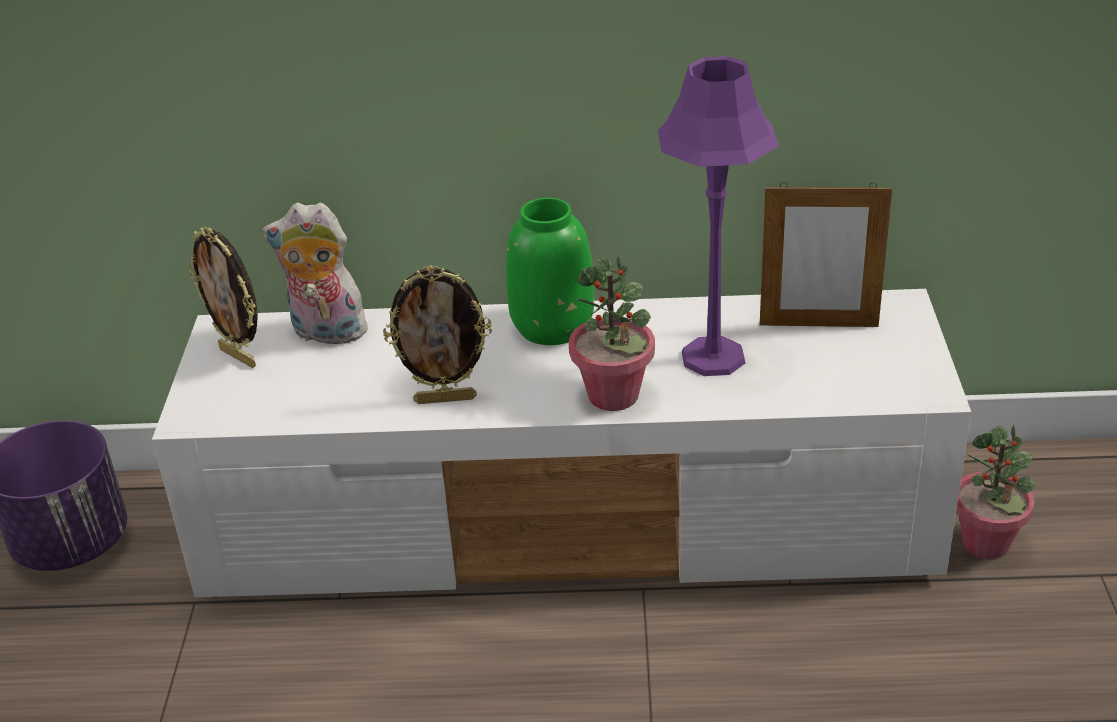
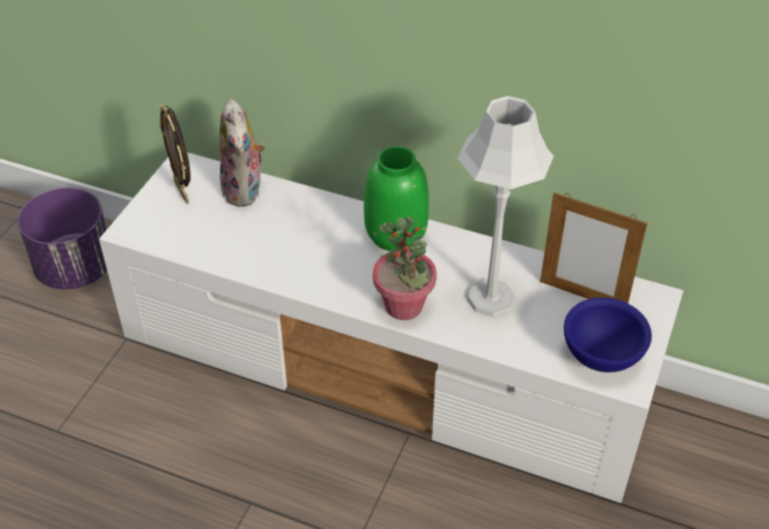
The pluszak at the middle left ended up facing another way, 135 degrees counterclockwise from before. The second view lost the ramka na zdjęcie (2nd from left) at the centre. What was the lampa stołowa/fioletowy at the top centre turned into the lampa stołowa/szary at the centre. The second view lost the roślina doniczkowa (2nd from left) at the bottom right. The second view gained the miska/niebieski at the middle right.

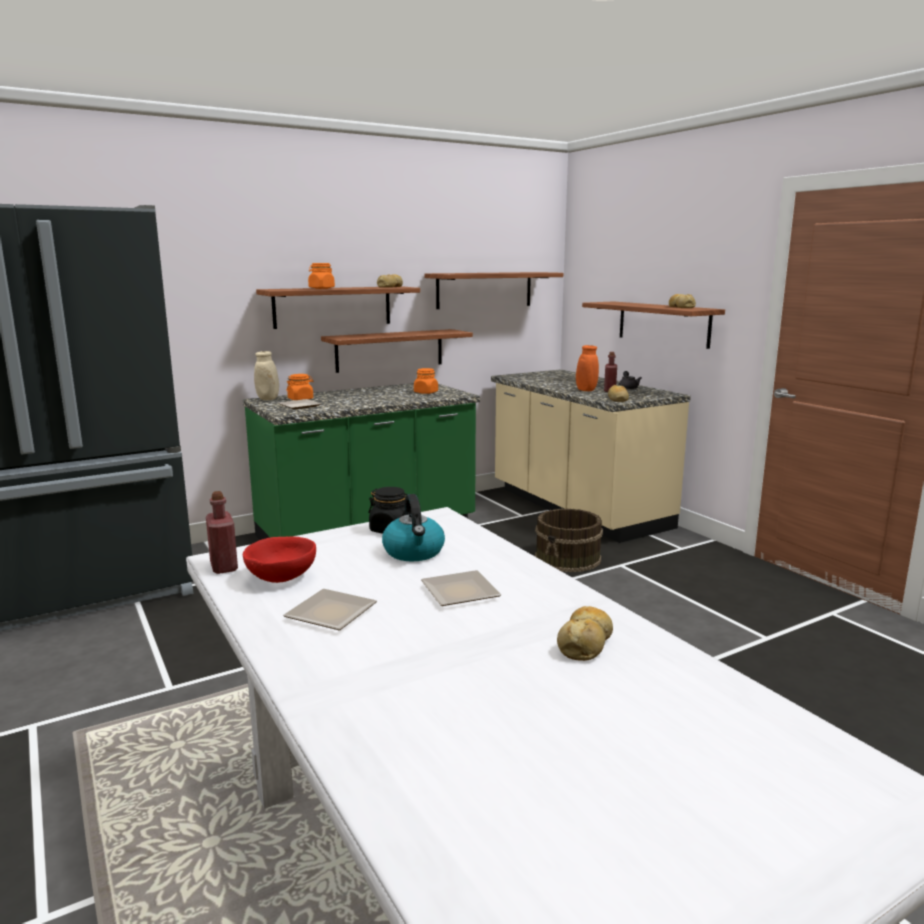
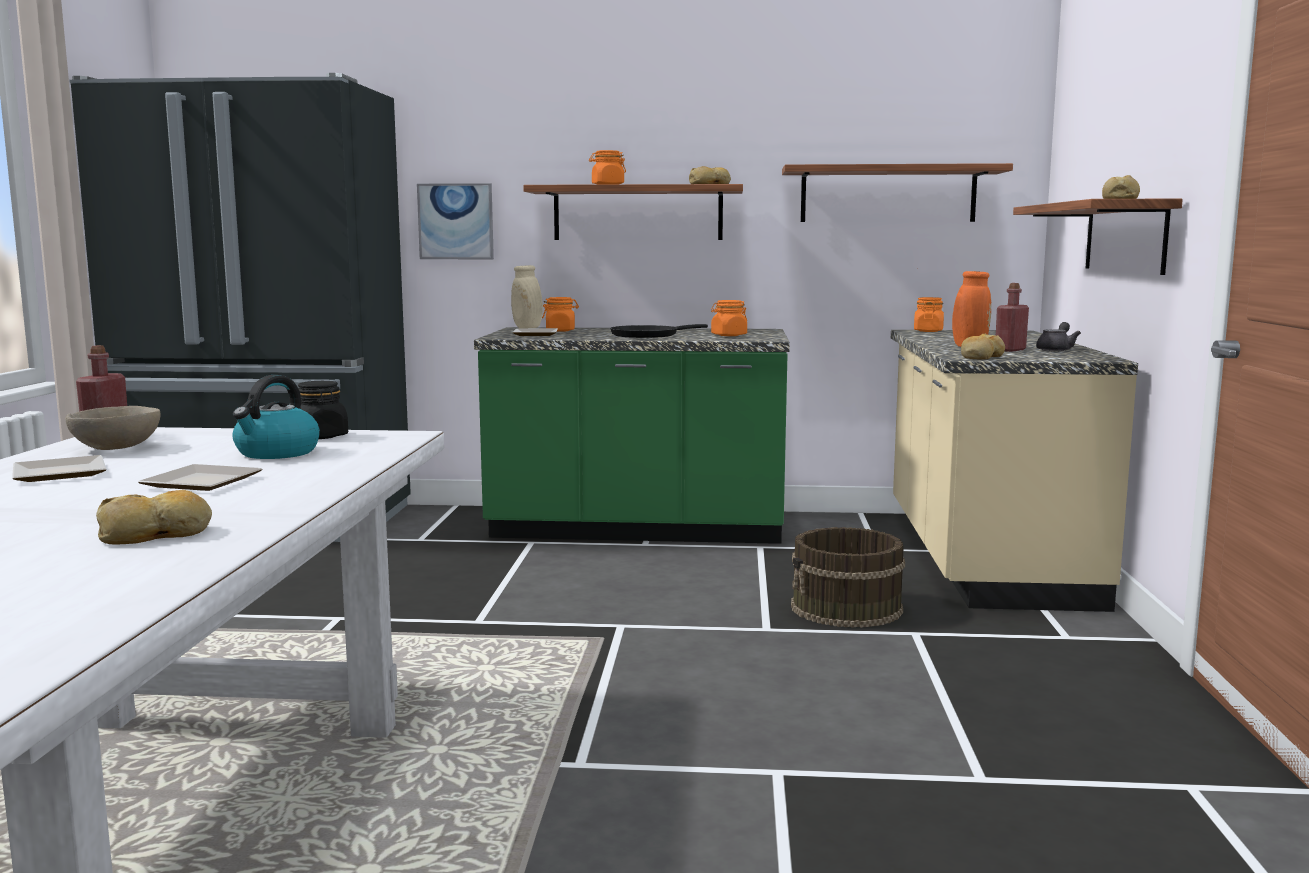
What was the miska/czerwony at the middle left turned into the miska/beżowy at the middle left. The second view lost the półka (2nd from left) at the centre. The second view gained the obraz at the top centre. The second view gained the patelnia/czarny at the centre. The second view gained the słoik/pomarańczowy (4th from left) at the middle right.

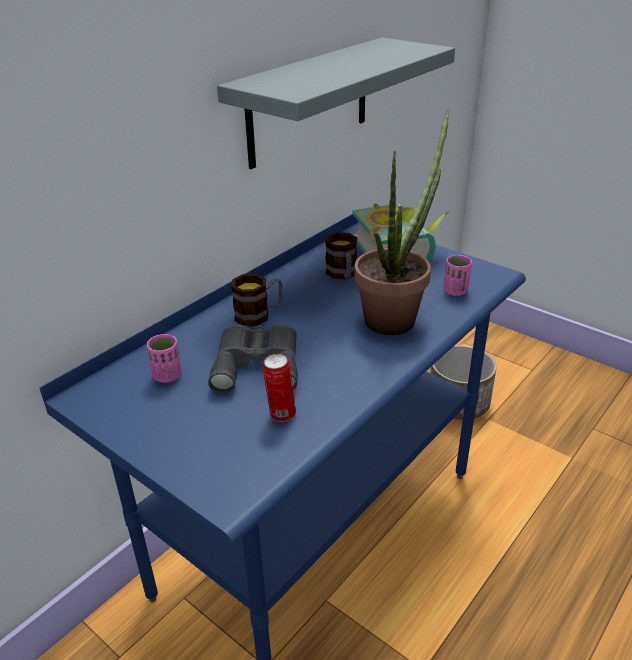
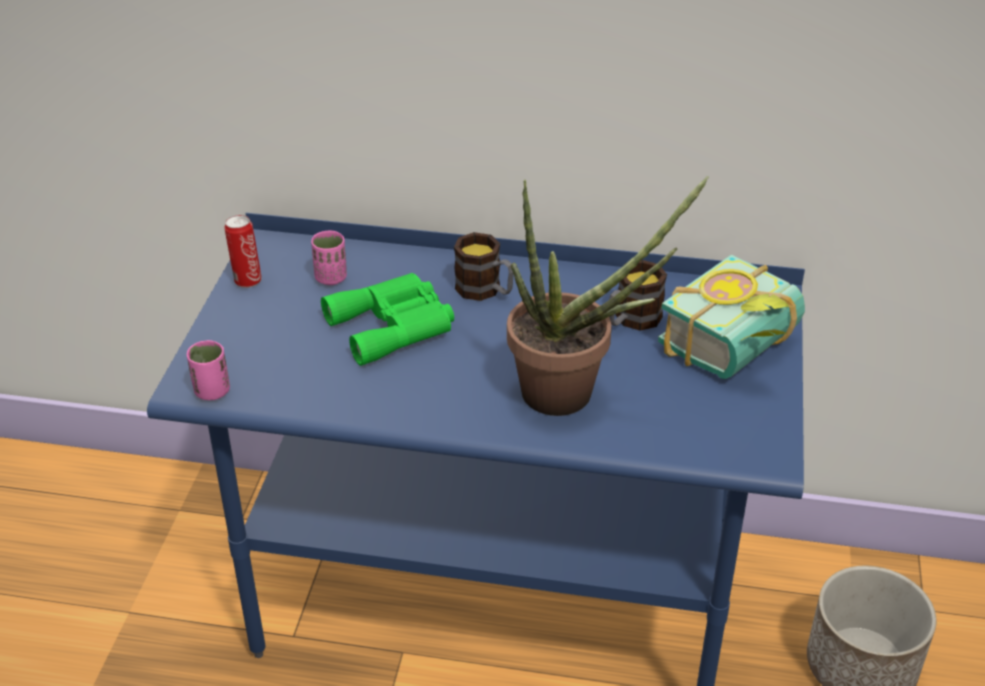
What was the lornetka/szary at the centre turned into the lornetka/zielony at the centre. The second view lost the półka/szary at the top centre. The puszka ended up elsewhere, having gone from the centre to the middle left. The filiżanka/różowy (2nd from left in the first image) ended up elsewhere, having gone from the middle right to the middle left.

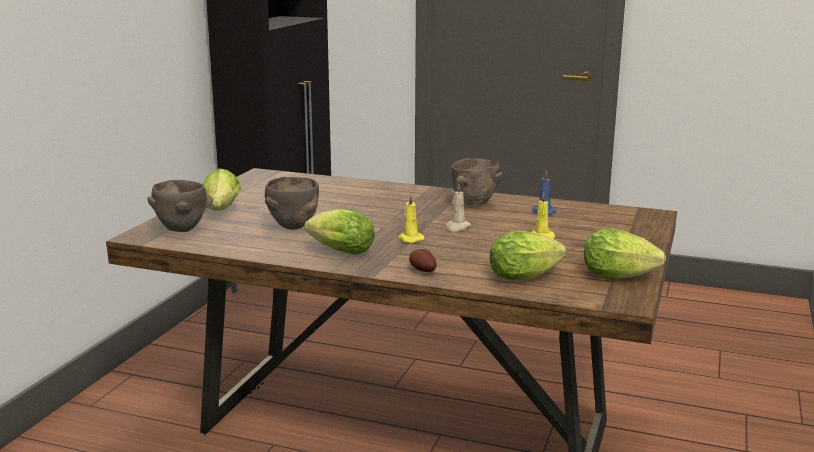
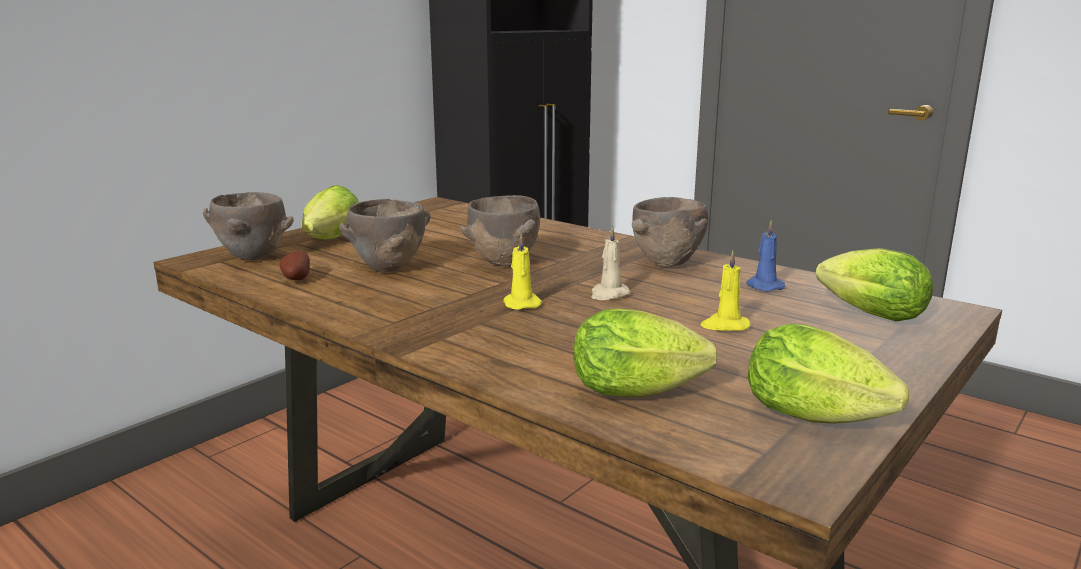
The sałata (2nd from left in the first image) ended up elsewhere, having gone from the centre to the middle right. The ziemniak ended up elsewhere, having gone from the centre to the middle left. The second view gained the miska/brązowy (3rd from left) at the centre.

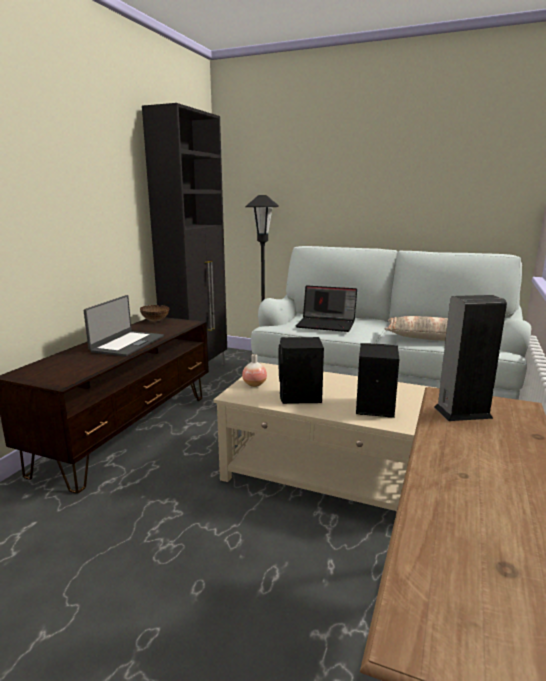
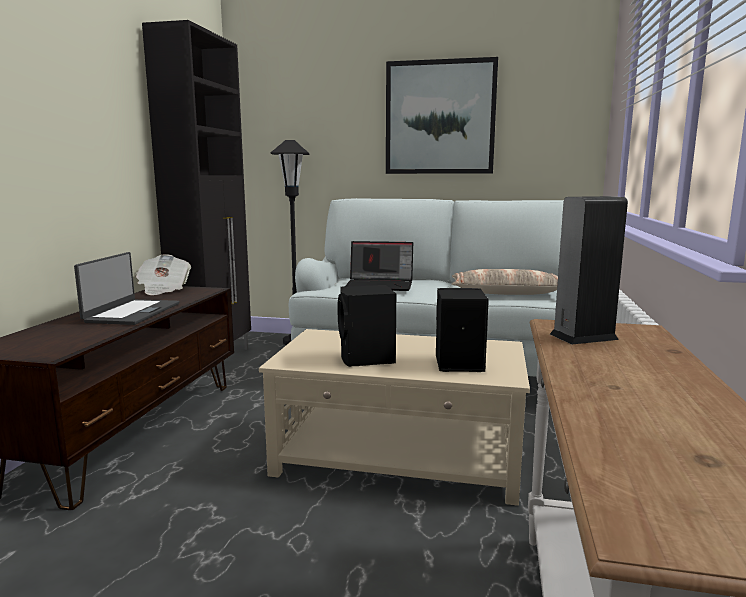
Where the miska stood at the middle left, the gazeta came to stand at the middle left. The second view lost the wazon at the centre. The second view gained the obraz at the top centre.

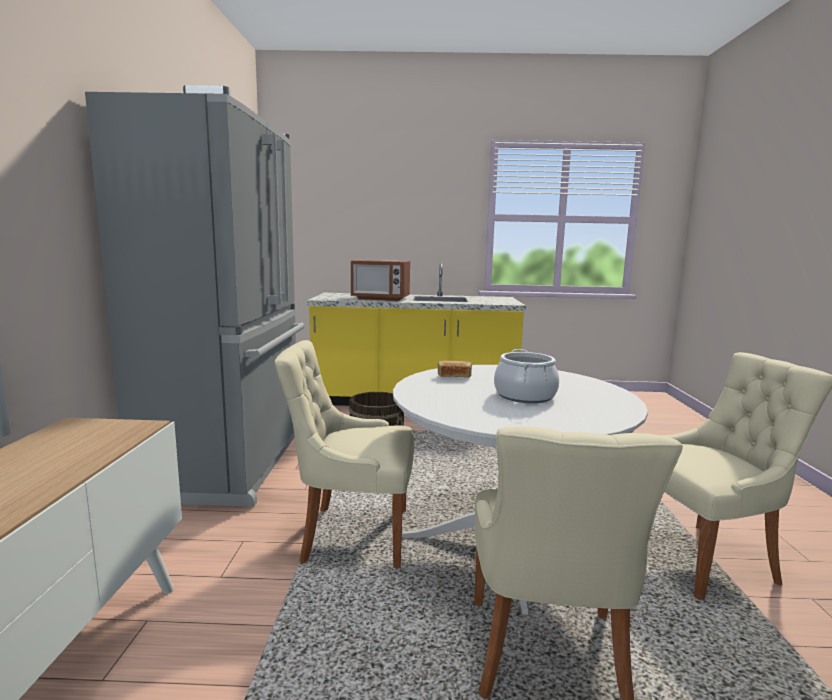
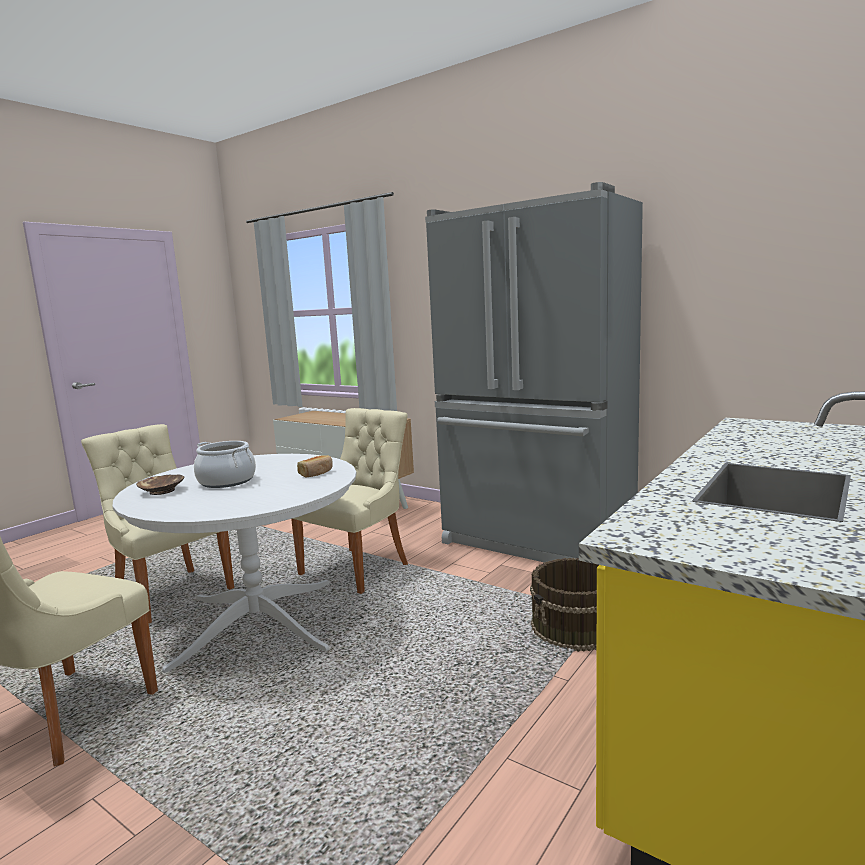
The second view lost the mikrofalówka at the centre. The second view gained the miska/brązowy at the middle left.

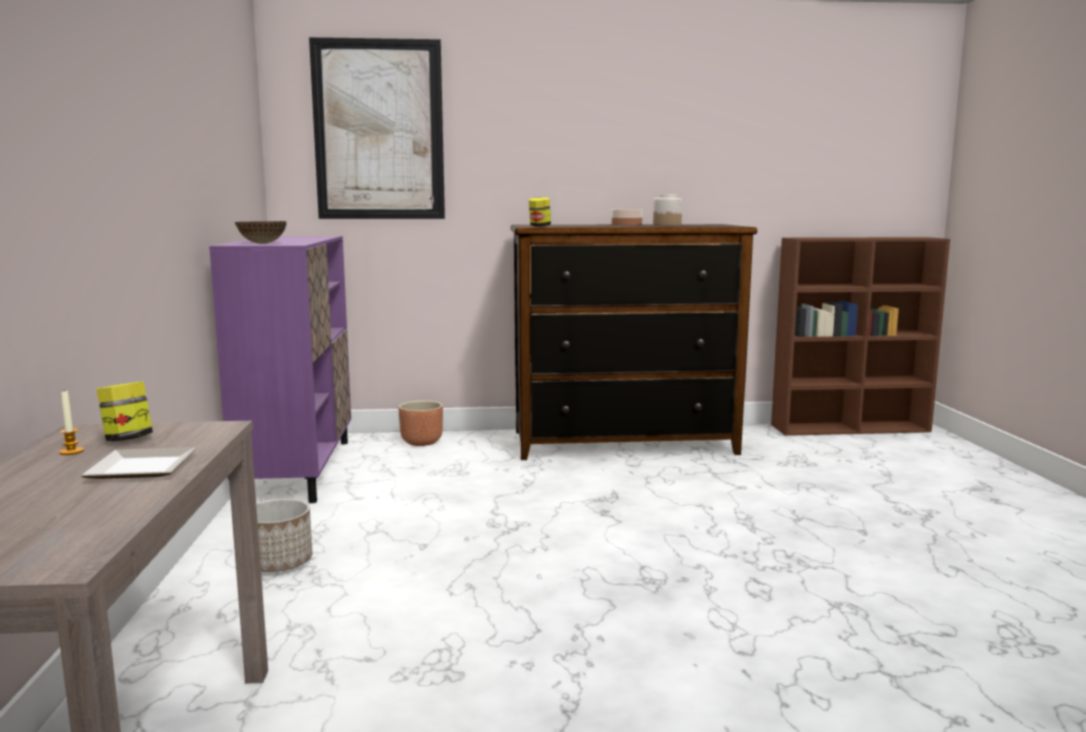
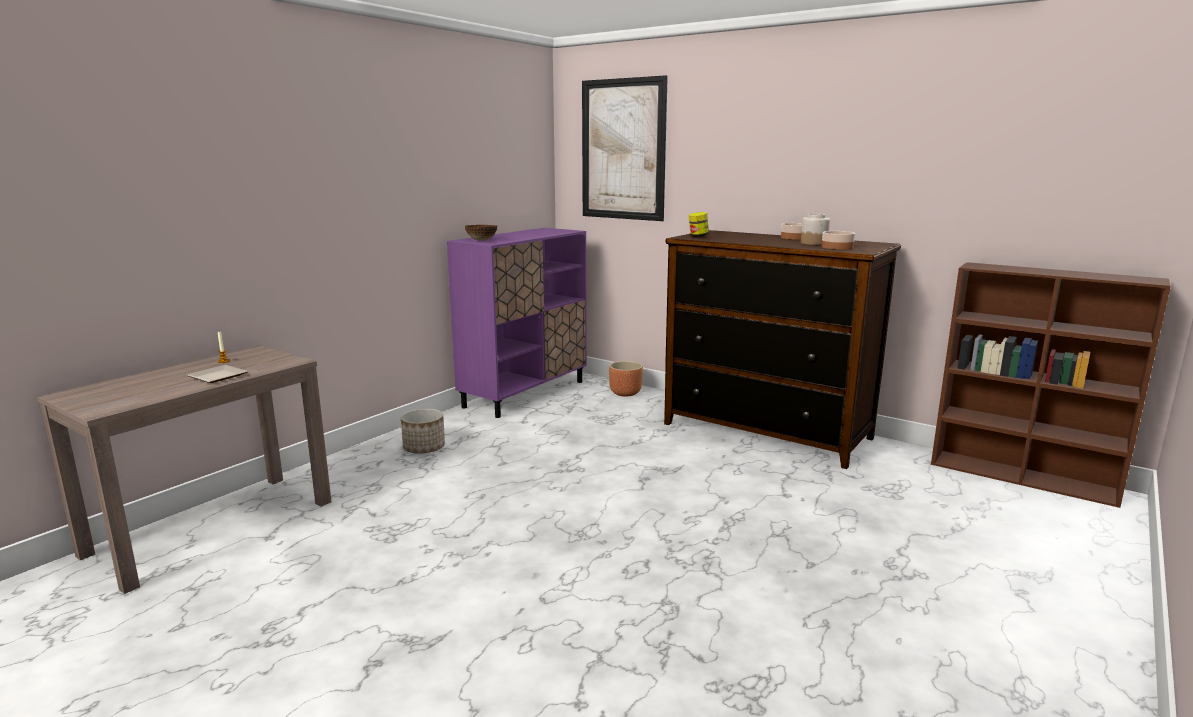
The second view lost the słoik (1st from left) at the middle left. The second view gained the miska (3rd from left) at the middle right.

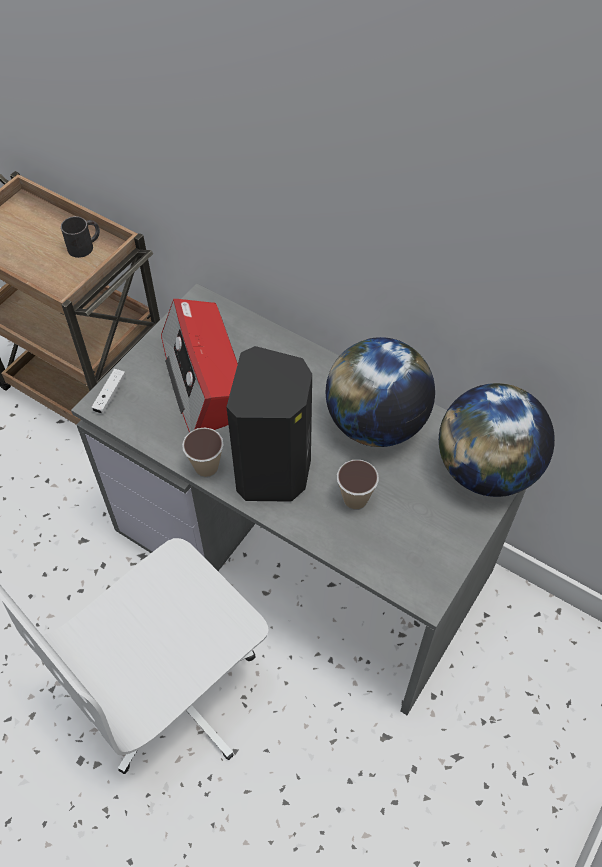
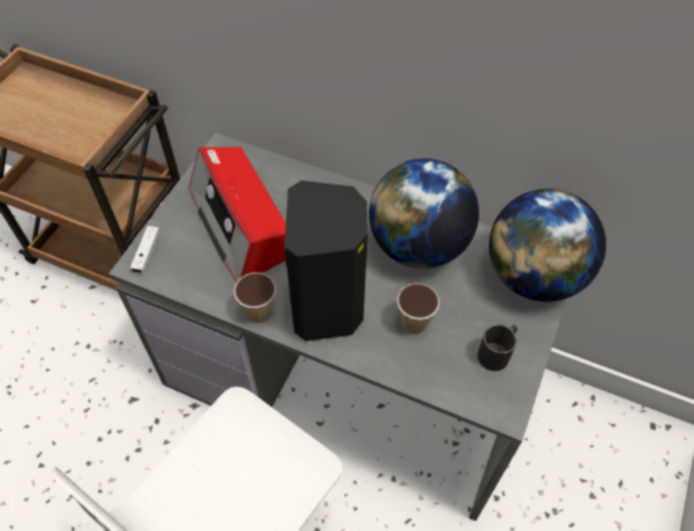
The kubek/czarny ended up elsewhere, having gone from the top left to the middle right.

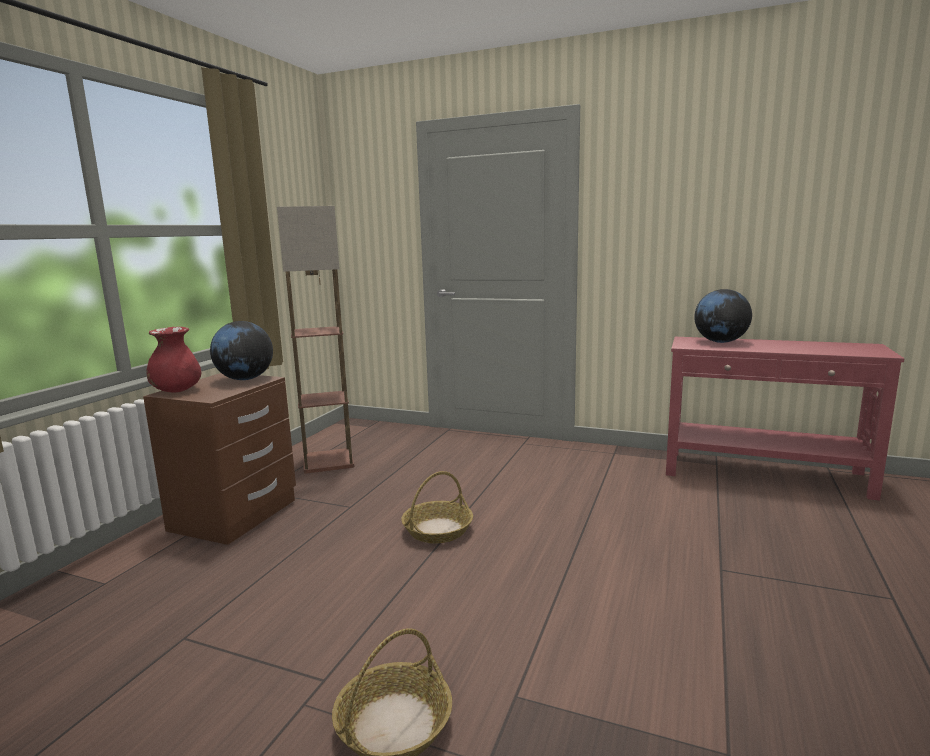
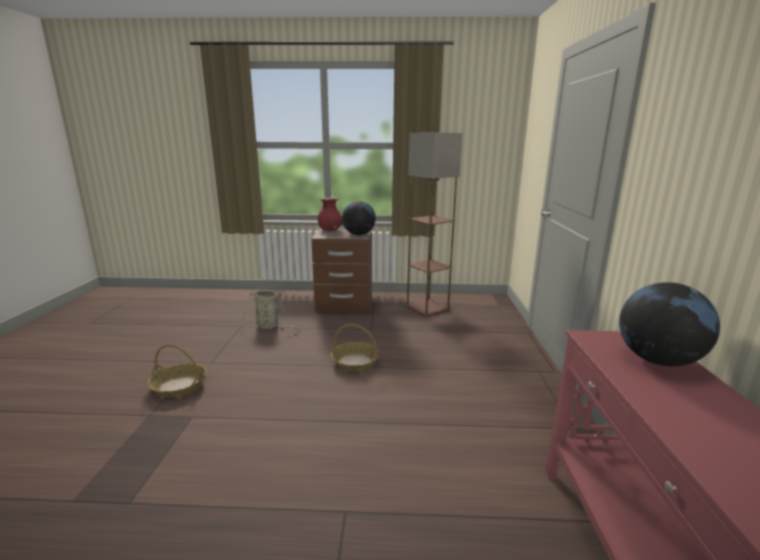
The second view gained the koszyk (2nd from left) at the centre.

